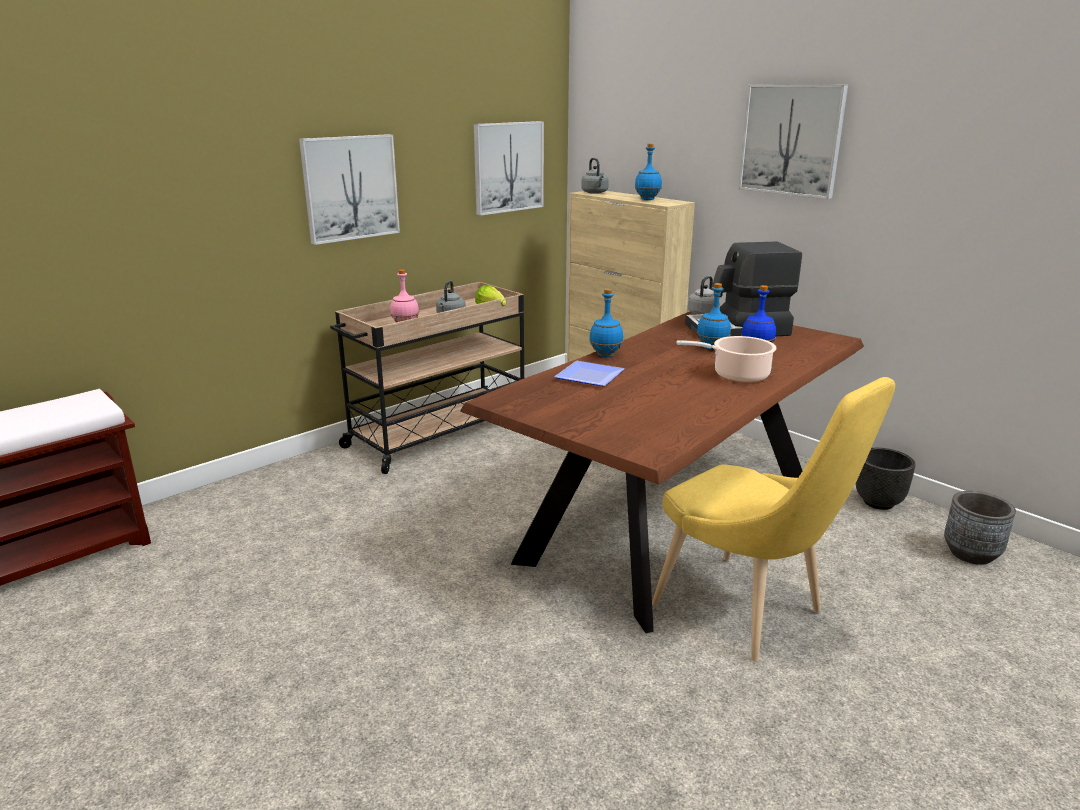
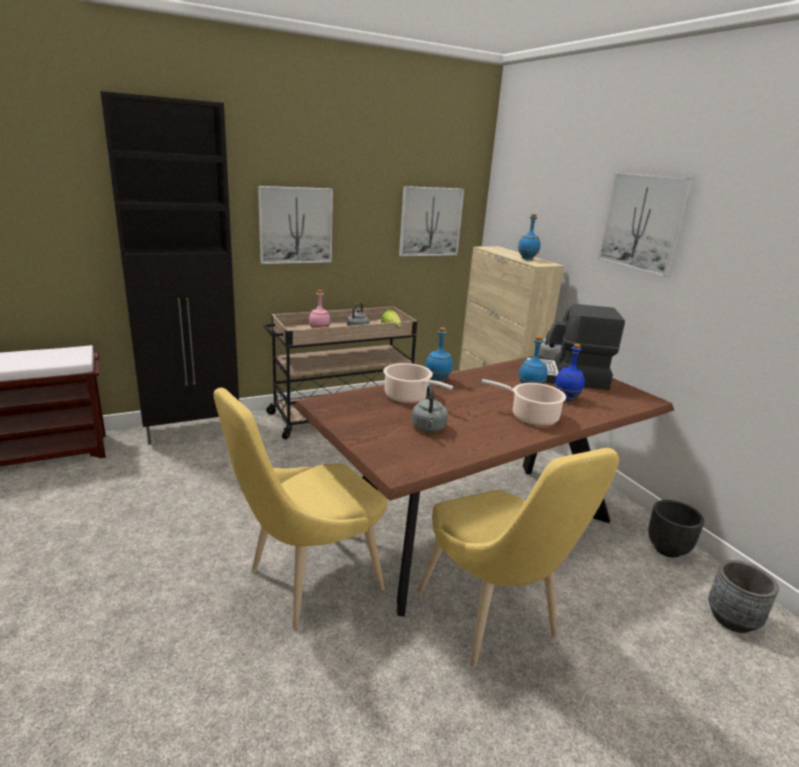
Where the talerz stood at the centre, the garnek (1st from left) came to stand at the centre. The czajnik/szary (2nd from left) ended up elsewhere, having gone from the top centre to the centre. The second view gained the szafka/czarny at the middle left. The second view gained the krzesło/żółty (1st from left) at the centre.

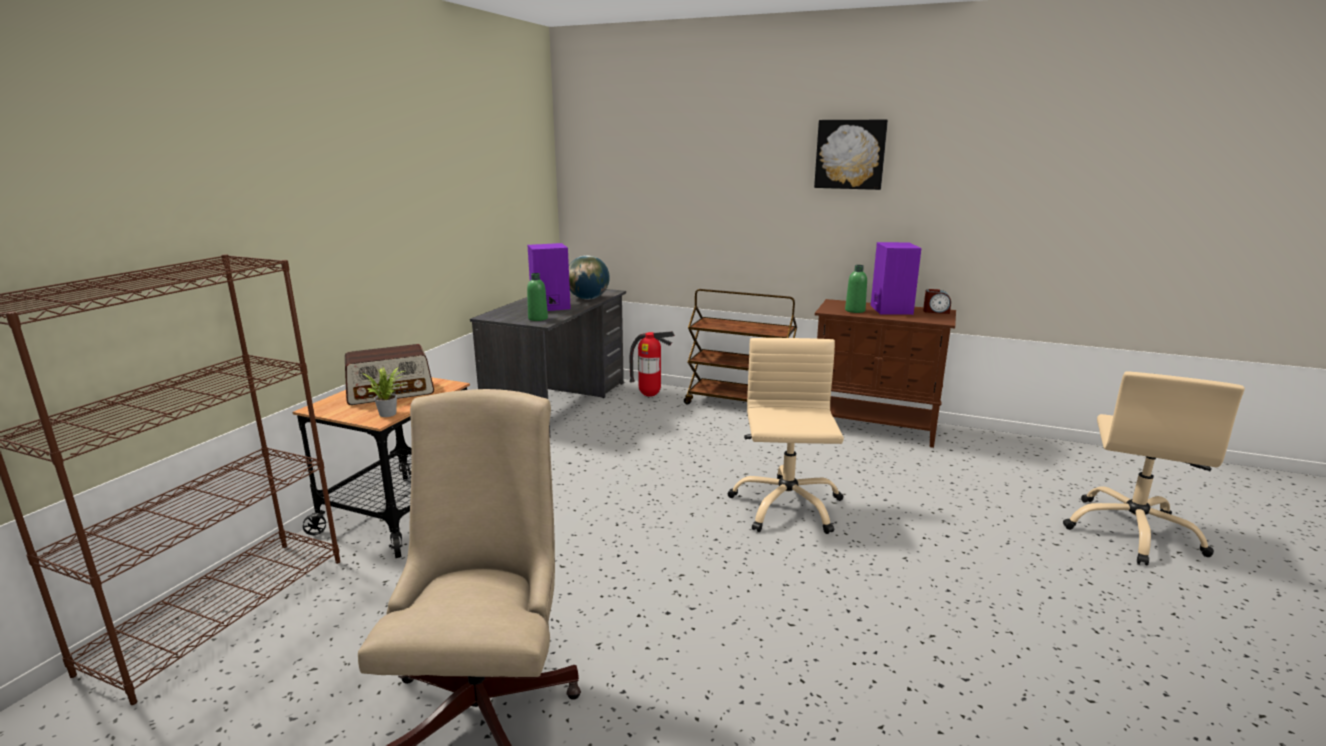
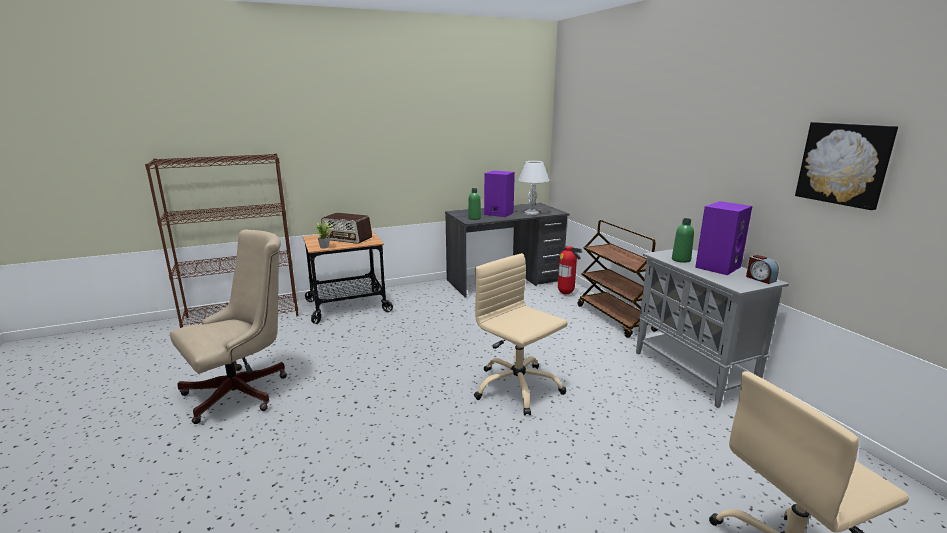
Where the globus stood at the centre, the lampa stołowa/biały came to stand at the centre. The krzesło biurowe/beżowy (2nd from left) at the centre ended up facing another way, 90 degrees counterclockwise from before. The obraz ended up elsewhere, having gone from the top centre to the top right. What was the szafka/brązowy at the middle right turned into the szafka/szary at the middle right.

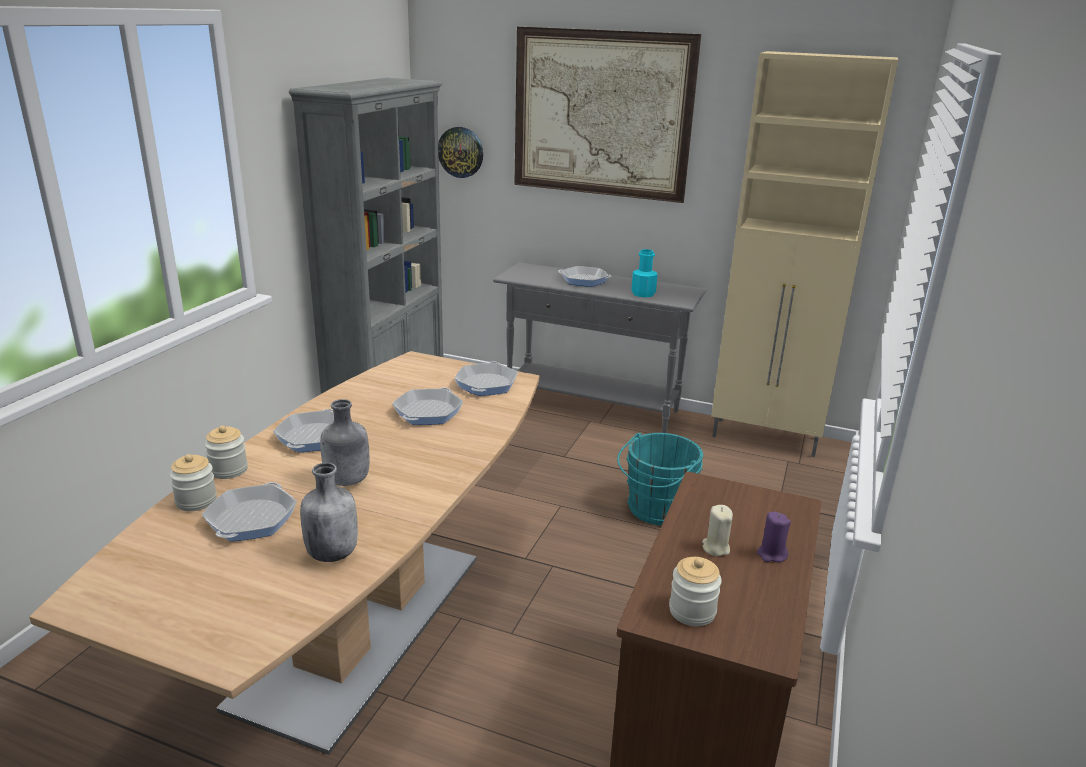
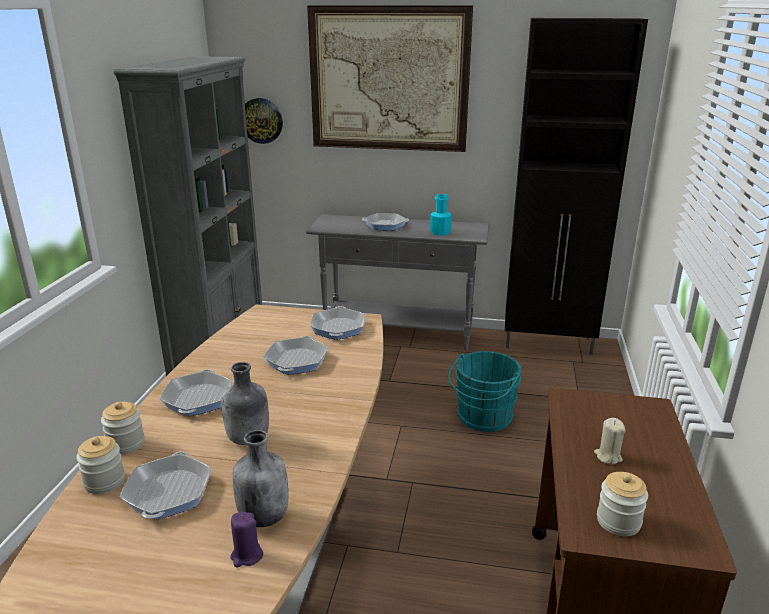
What was the szafka/beżowy at the top right turned into the szafka/czarny at the top right. The świeca/fioletowy ended up elsewhere, having gone from the bottom right to the bottom left.

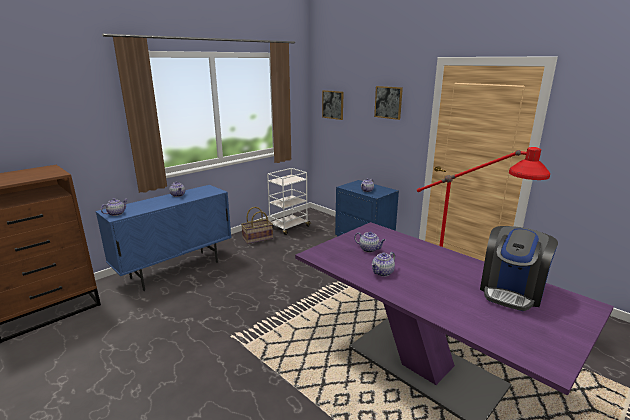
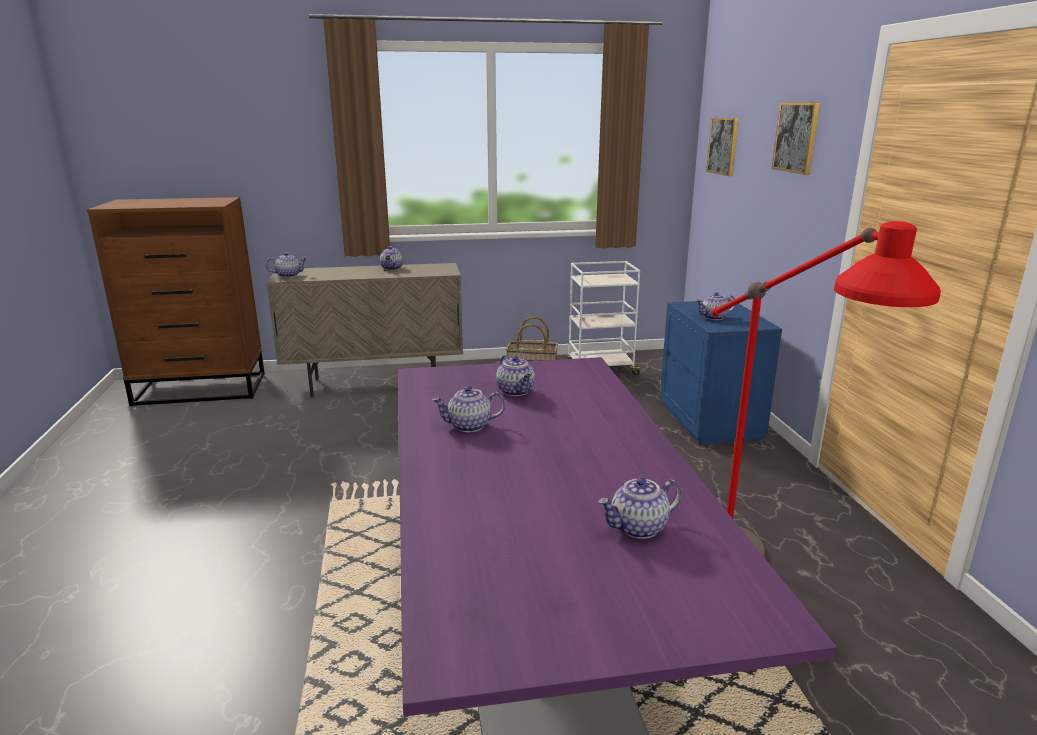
What was the szafka/niebieski at the middle left turned into the szafka/beżowy at the centre. Where the ekspres do kawy stood at the middle right, the imbryk (5th from left) came to stand at the bottom centre.

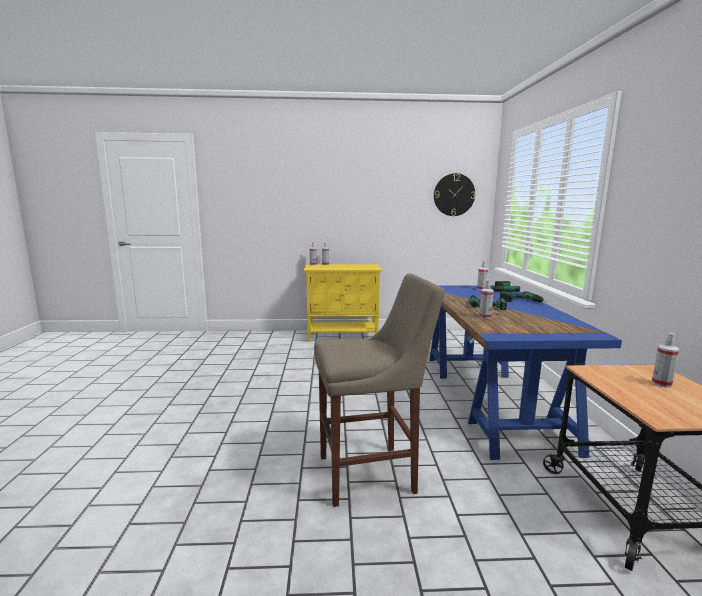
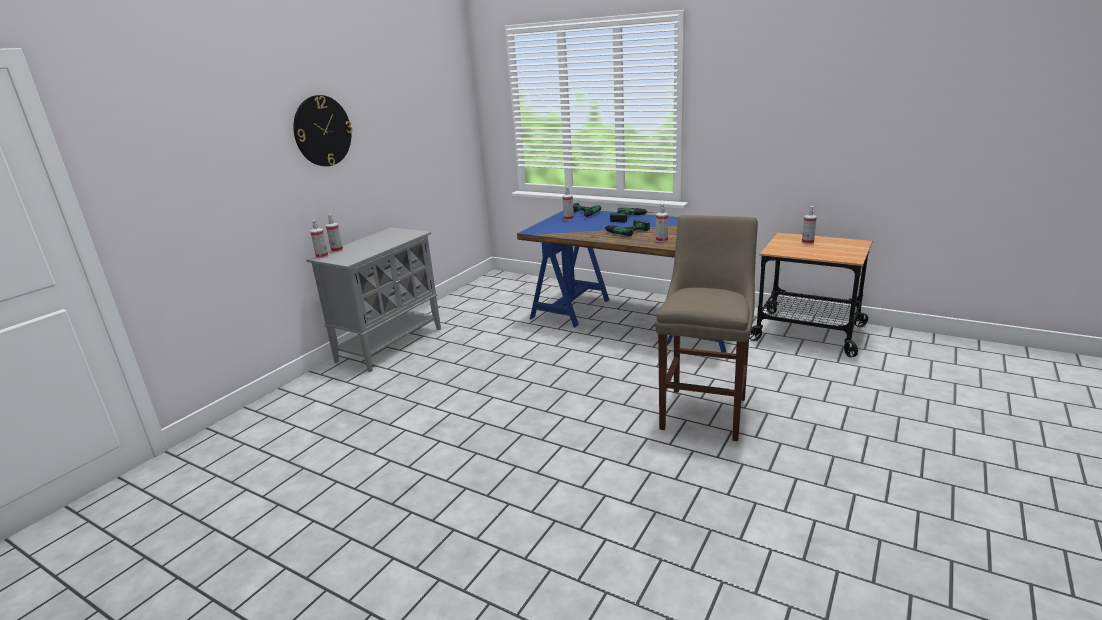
What was the szafka/żółty at the centre turned into the szafka/szary at the centre. The zegar ścienny ended up elsewhere, having gone from the top centre to the top left.

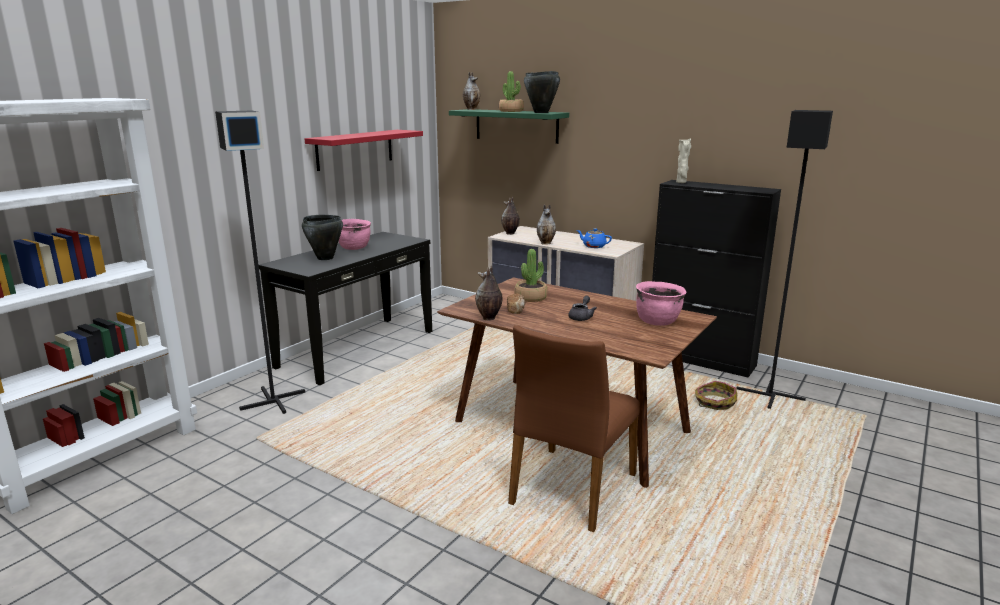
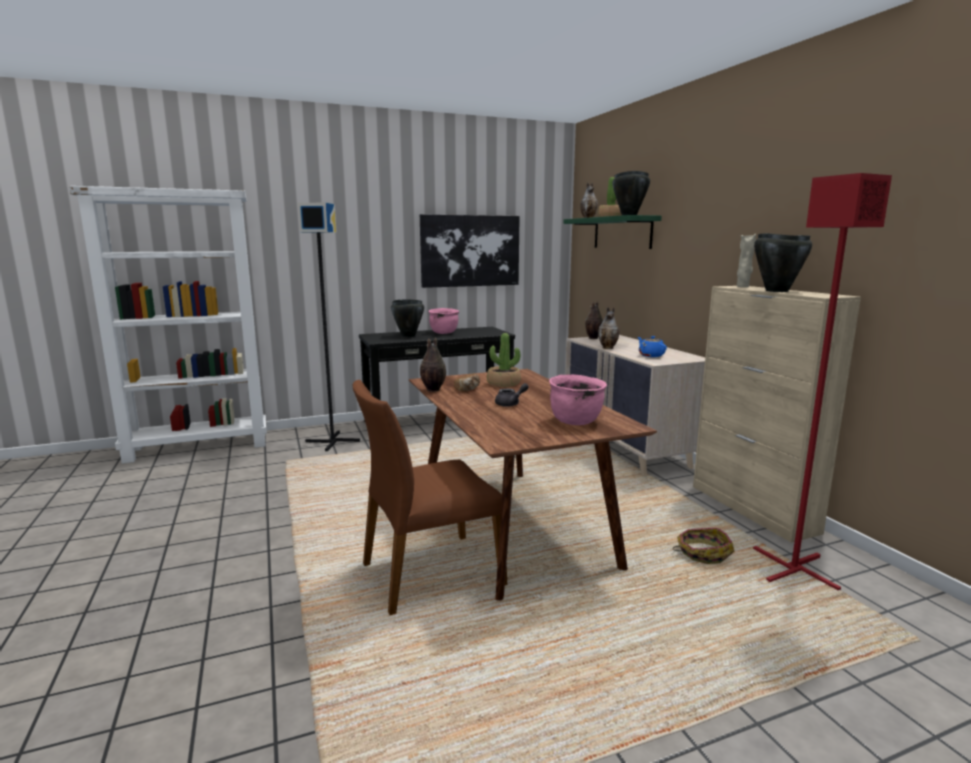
Where the półka/czerwony hung at the top centre, the obraz came to hang at the top centre. What was the szafka/czarny at the middle right turned into the szafka/beżowy at the middle right. What was the lampa stojąca/czarny (2nd from left) at the middle right turned into the lampa stojąca/czerwony at the middle right. The second view gained the garnek/czarny (3rd from left) at the middle right.

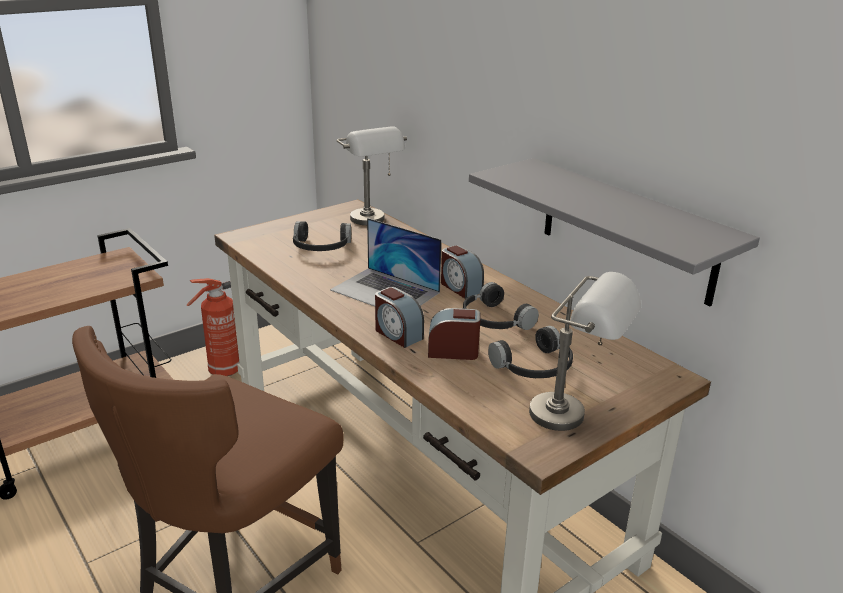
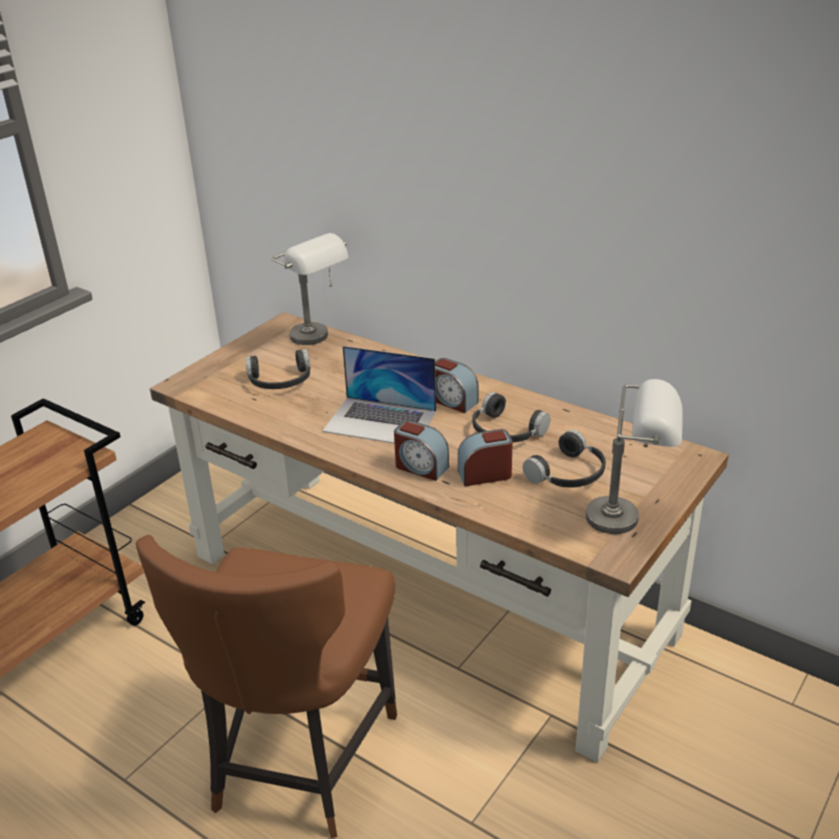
The second view lost the gaśnica at the middle left. The second view lost the półka/szary at the middle right.

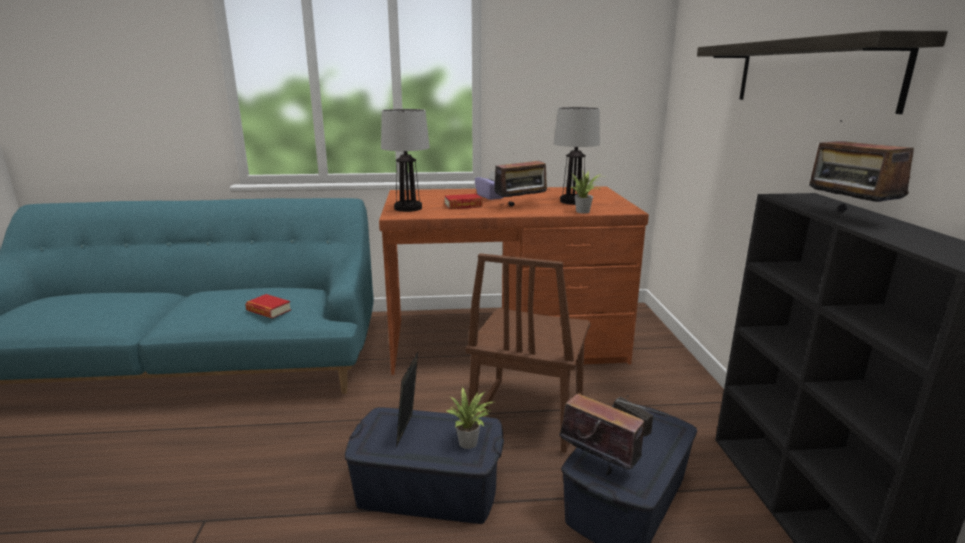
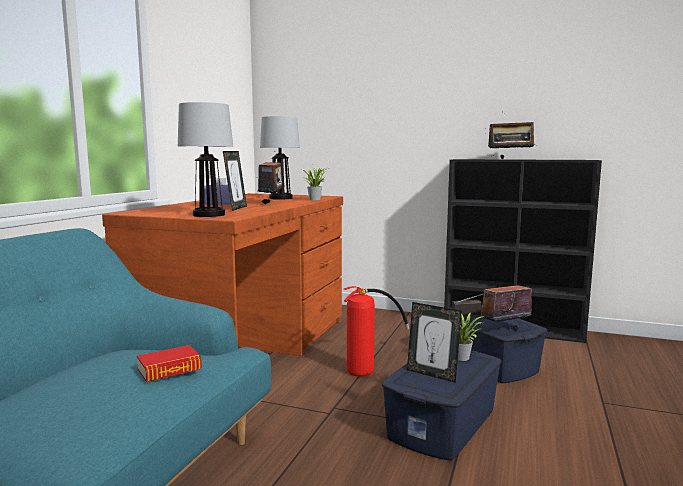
Where the książka (2nd from left) stood at the centre, the ramka na zdjęcie (1st from left) came to stand at the centre. Where the krzesło/brązowy stood at the centre, the gaśnica came to stand at the bottom centre. The second view lost the półka at the top right.

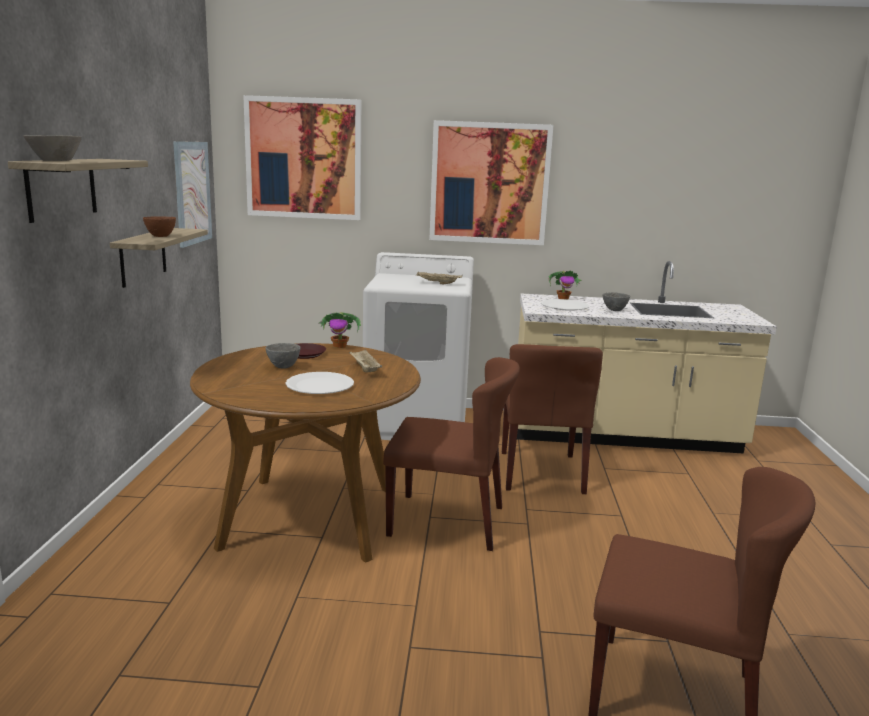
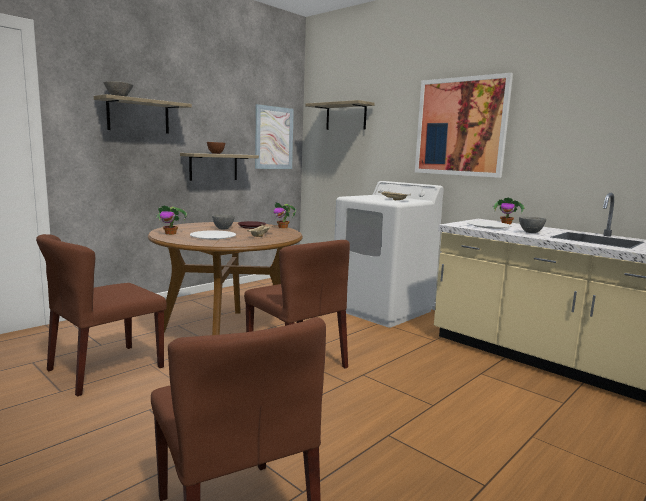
Where the obraz (2nd from left) hung at the top centre, the półka (3rd from left) came to hang at the top centre. The krzesło/brązowy (2nd from left in the first image) ended up elsewhere, having gone from the centre to the middle left. The second view gained the roślina doniczkowa (1st from left) at the middle left.

